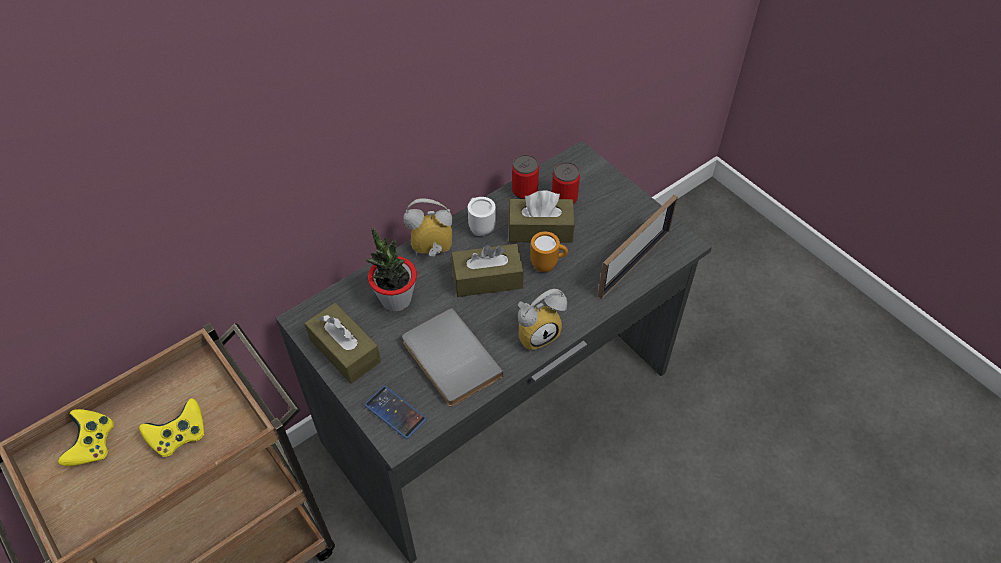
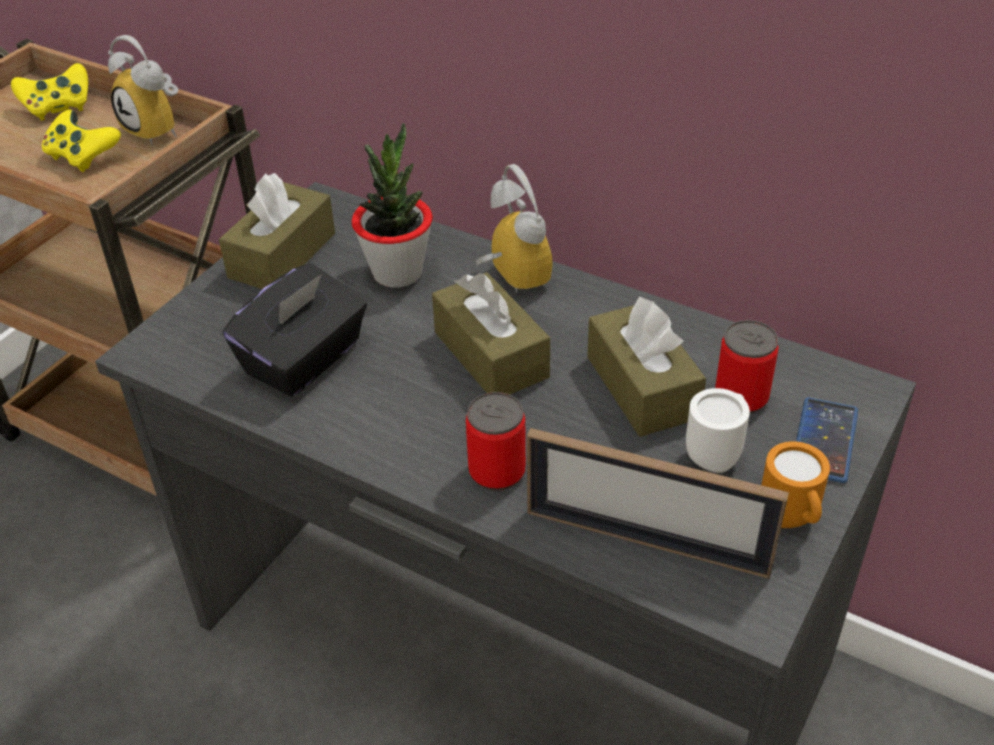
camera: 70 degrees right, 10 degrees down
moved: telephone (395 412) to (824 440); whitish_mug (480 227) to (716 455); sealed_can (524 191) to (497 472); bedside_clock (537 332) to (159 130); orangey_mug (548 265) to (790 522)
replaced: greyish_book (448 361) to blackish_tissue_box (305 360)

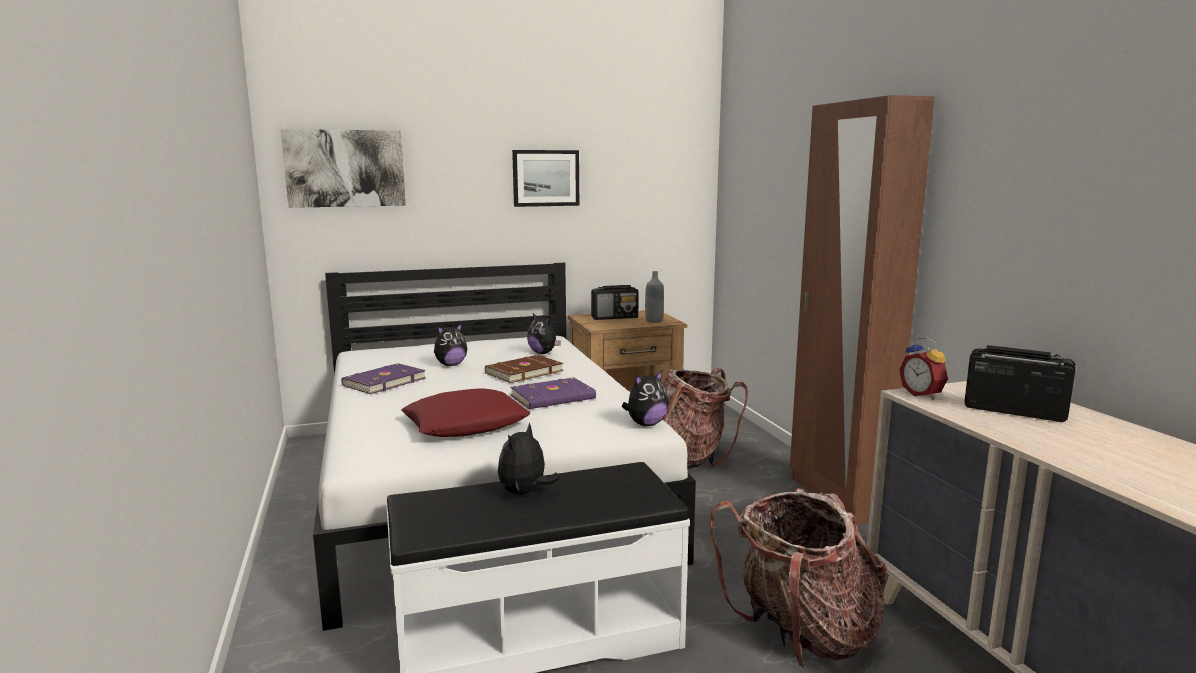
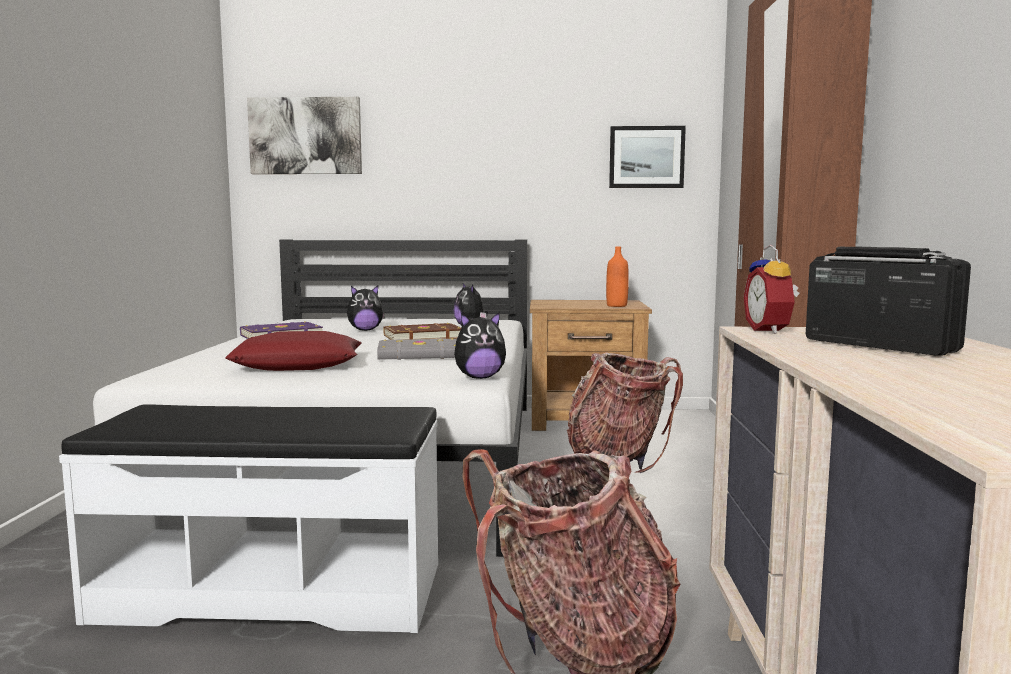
camera: 20 degrees right, 5 degrees down
removed: plush_toy (525 493); radio_set (615 317)
moved: wall_picture (546 178) to (646 157)
recoloured: purple-coloured_book (554 398) to greyish_book (420 354); greyish_beverage_bottle (654 321) to orangey_beverage_bottle (616 306)

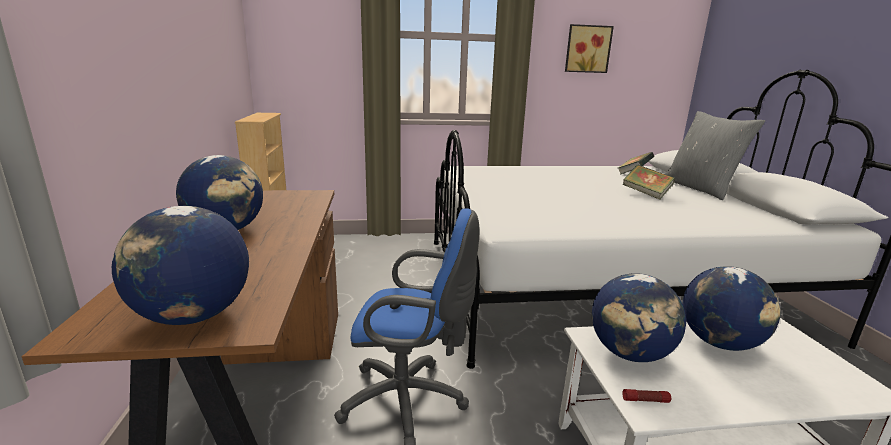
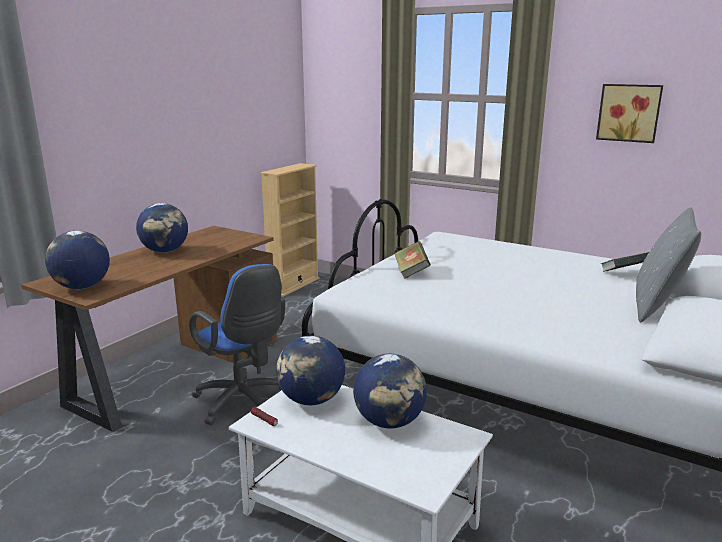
camera: 40 degrees right, 0 degrees up
moved: book (646 194) to (411 272)

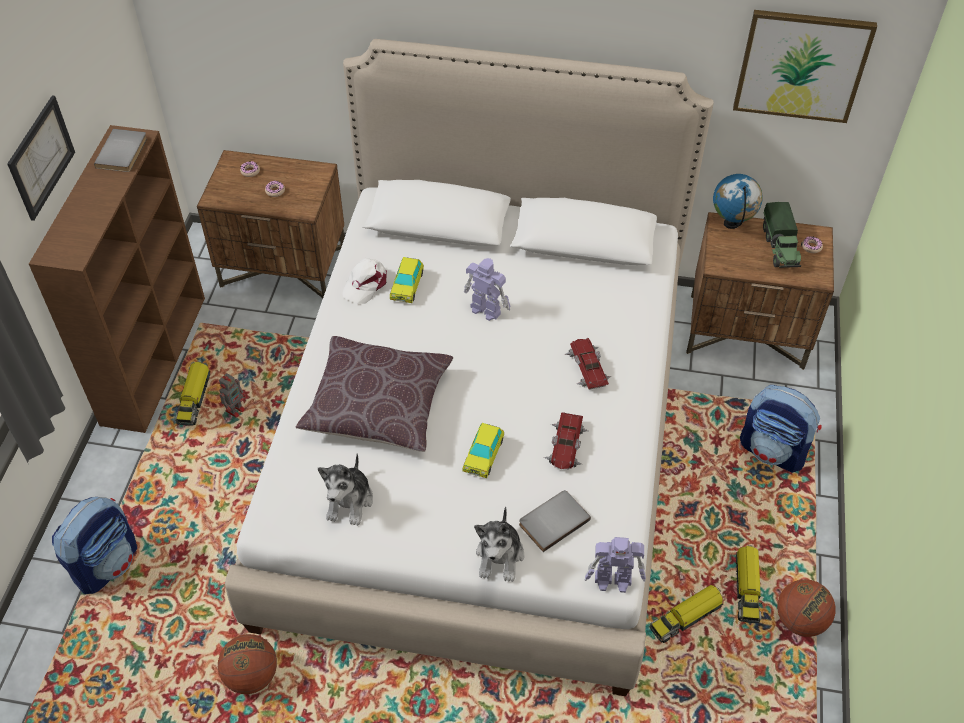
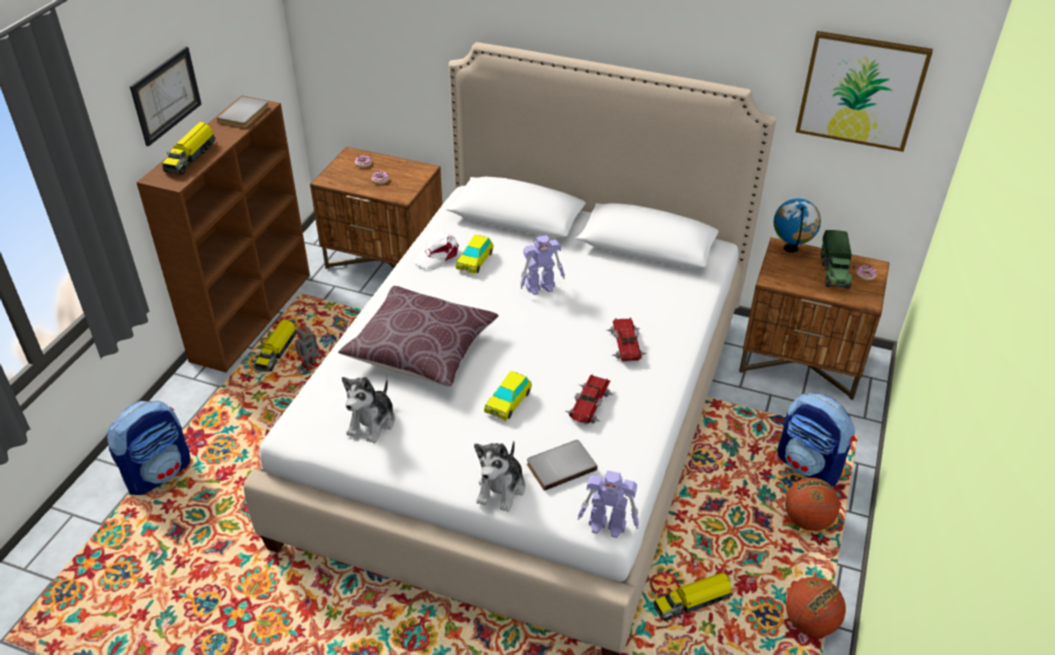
camera: 10 degrees right, 10 degrees down
moved: basketball_ball (251 676) to (807 520); toy_truck (746 588) to (191 156)
turned: toy_robot (485 309) = (541 287) 120 degrees clockwise

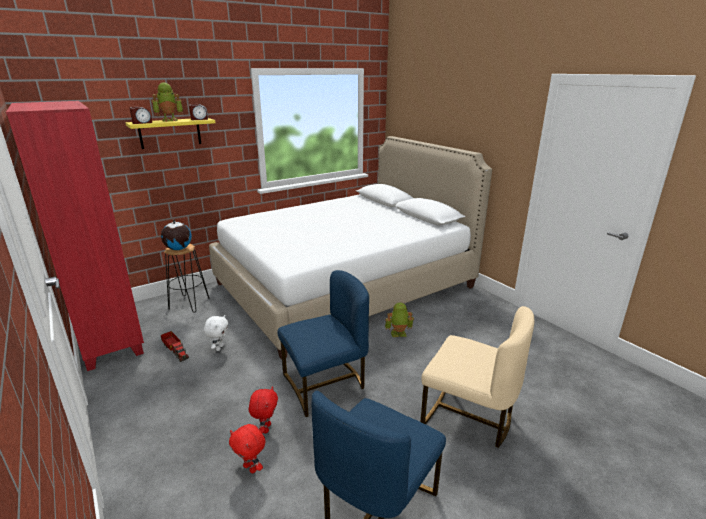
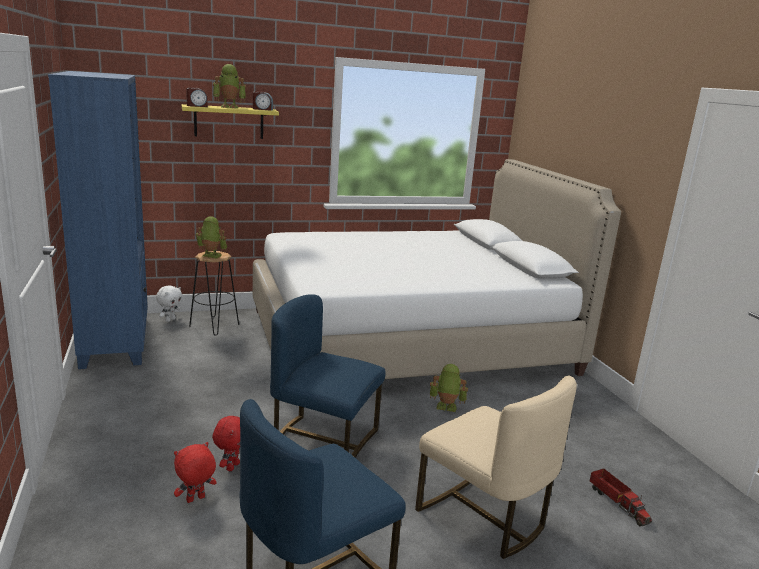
camera: 15 degrees right, 5 degrees down
moved: toy_truck (175 350) to (617 503); whitish_plush_toy (219 348) to (170 320)
replaced: globe (178 249) to toy_robot (211 256)
recoloured: red-coloured_shelving_unit (110 337) to bluish_shelving_unit (116 341)
turned: red-coloured_plush_toy (251 468) = (195 500) 90 degrees clockwise; bluish_upright_chair (325 384) = (324 440) 150 degrees counterclockwise

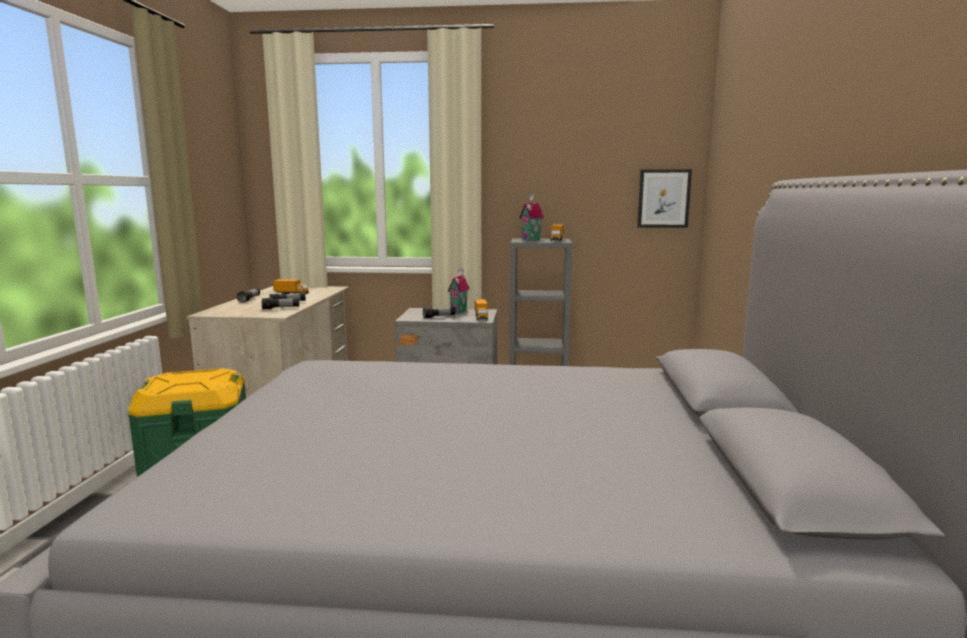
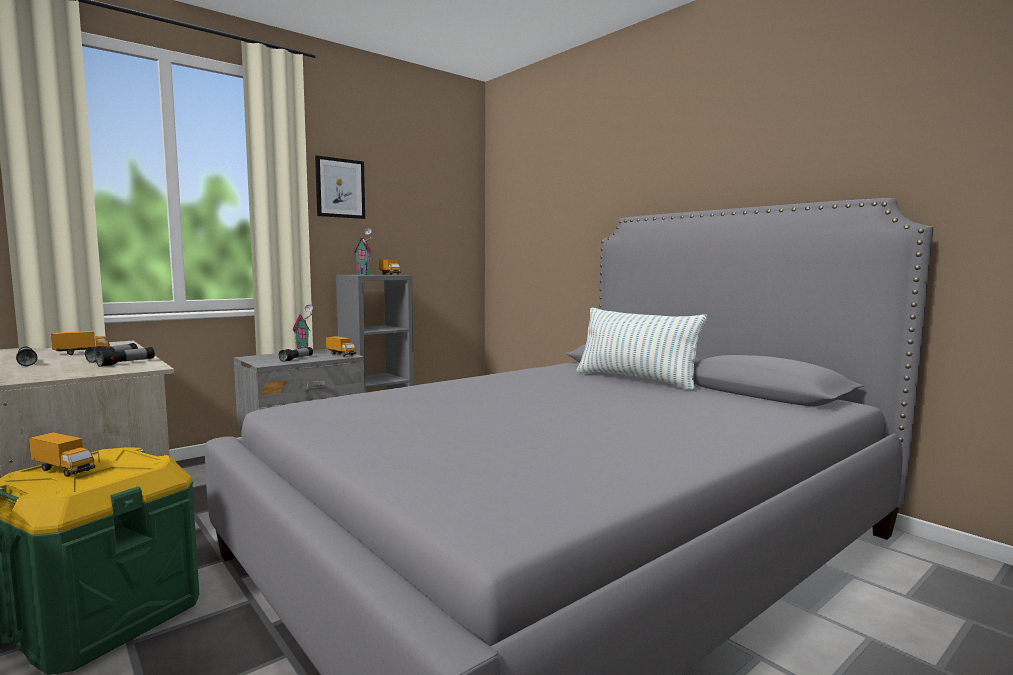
camera: 45 degrees left, 5 degrees down
added: toy_truck (63 470); pillow (636 380)
moved: wall_picture (663 198) to (340 188)

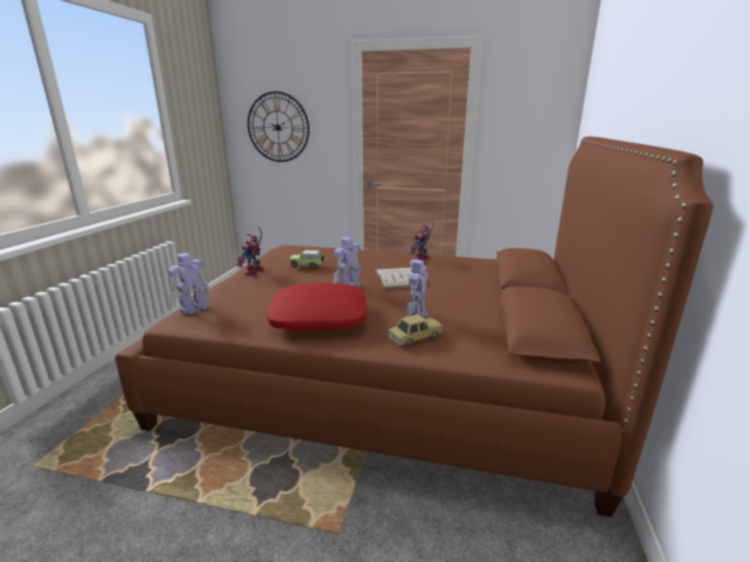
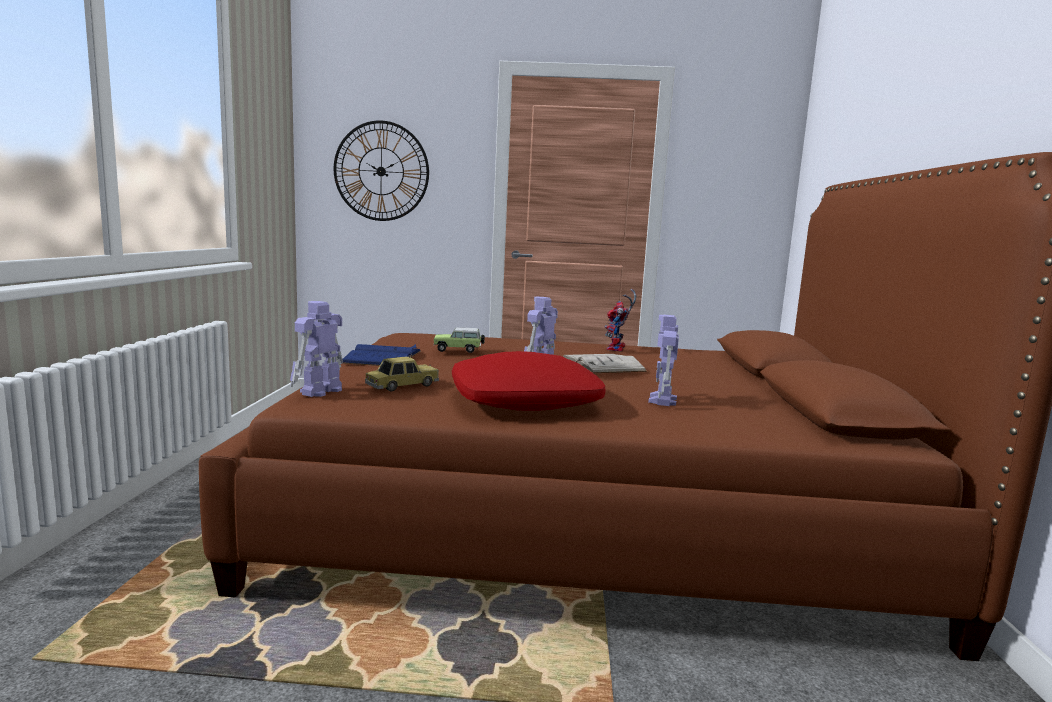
camera: 10 degrees left, 10 degrees down
moved: miniature_car (415 337) to (402 386)
replaced: toy_robot (254 273) to bluish_book (382 357)

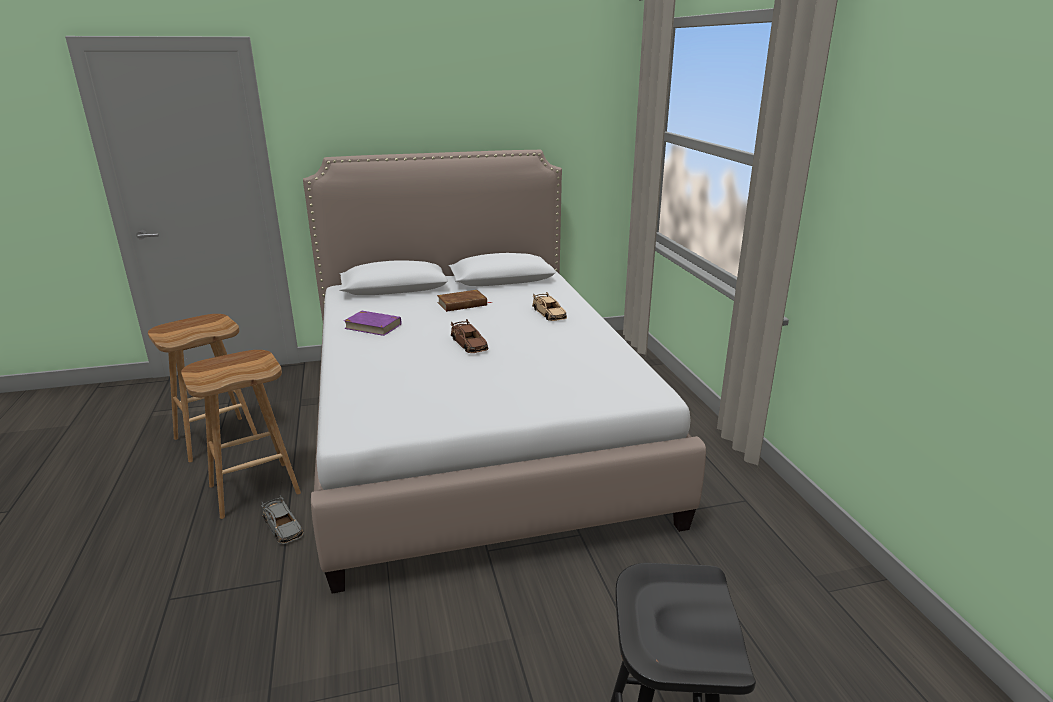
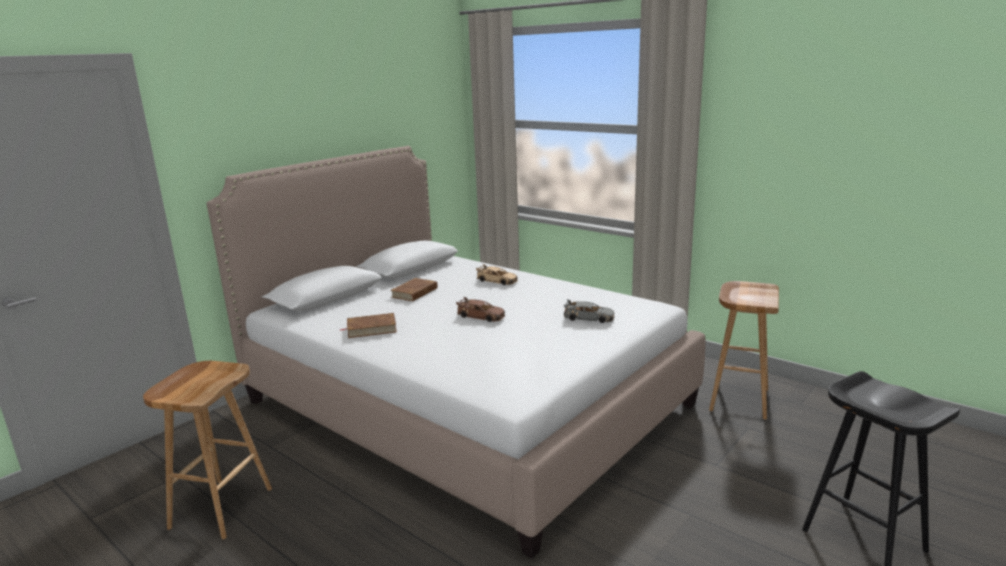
camera: 35 degrees left, 5 degrees down
moved: brownish_stool (255 488) to (738 399); greyish_miniature_car (283 527) to (588 318)
recoloured: purple-coloured_book (373 326) to brownish_book (371 329)

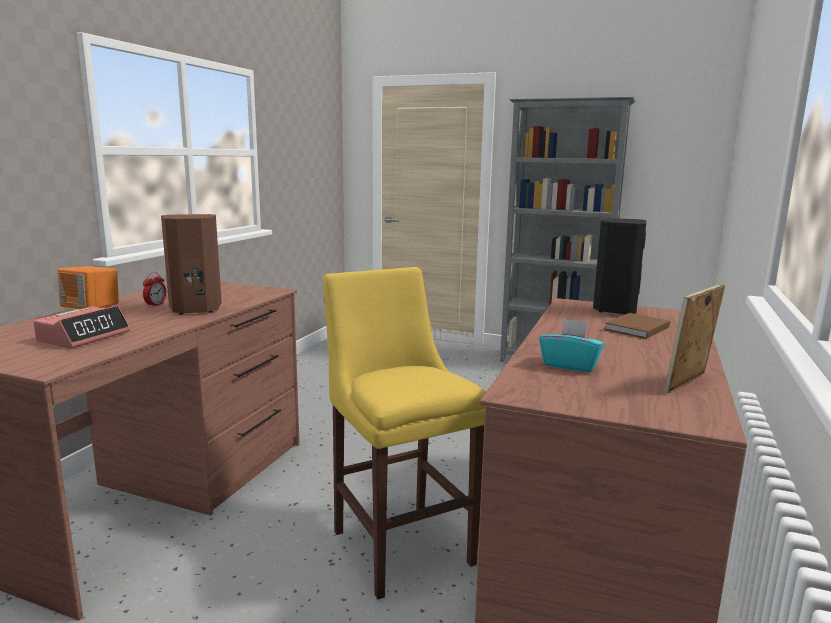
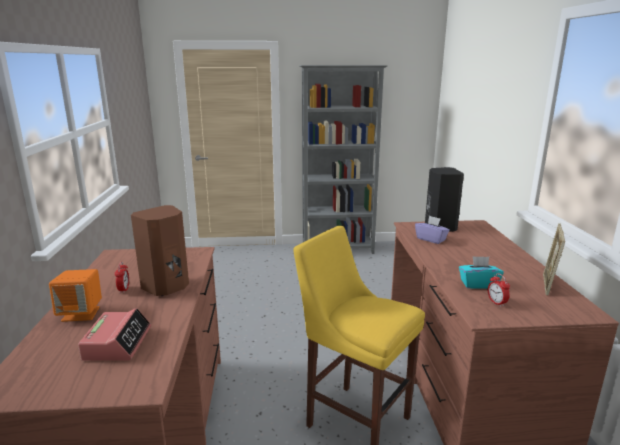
camera: 25 degrees left, 5 degrees up
removed: brownish_book (635 328)
added: purple-coloured_tissue_box (431 239); bedside_clock (496 303)

